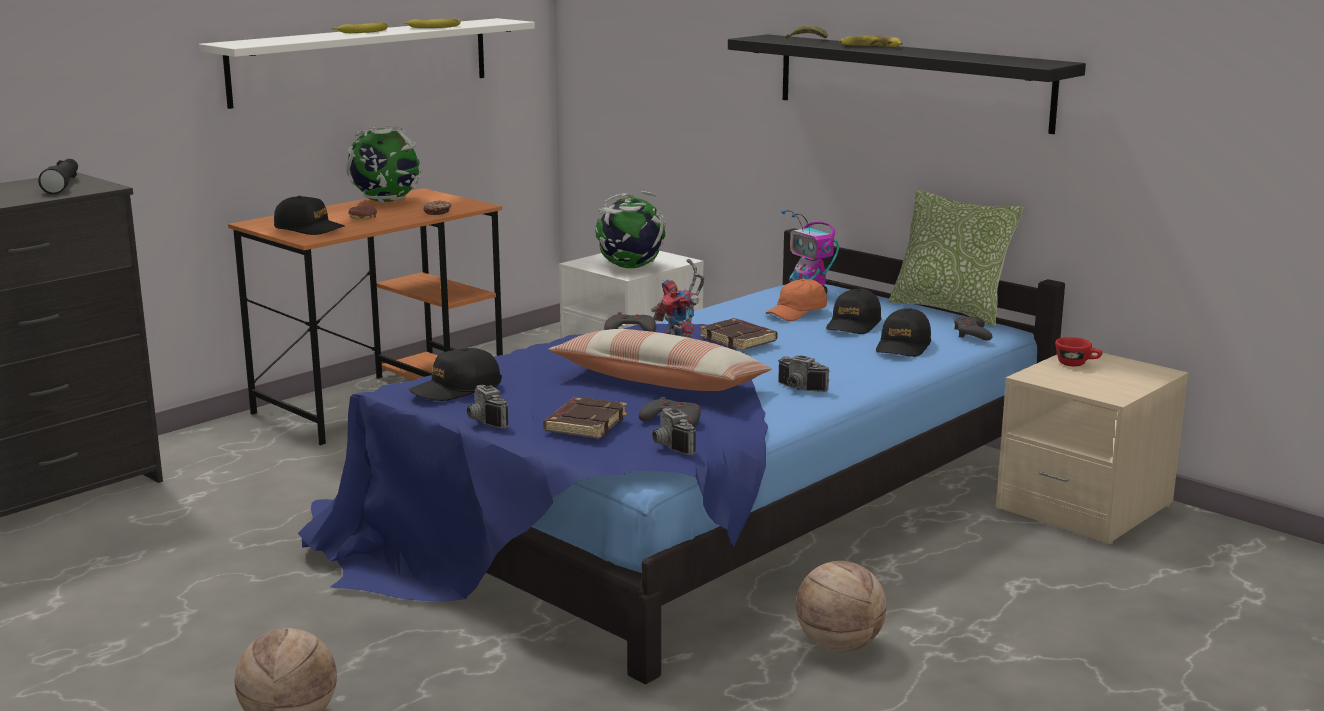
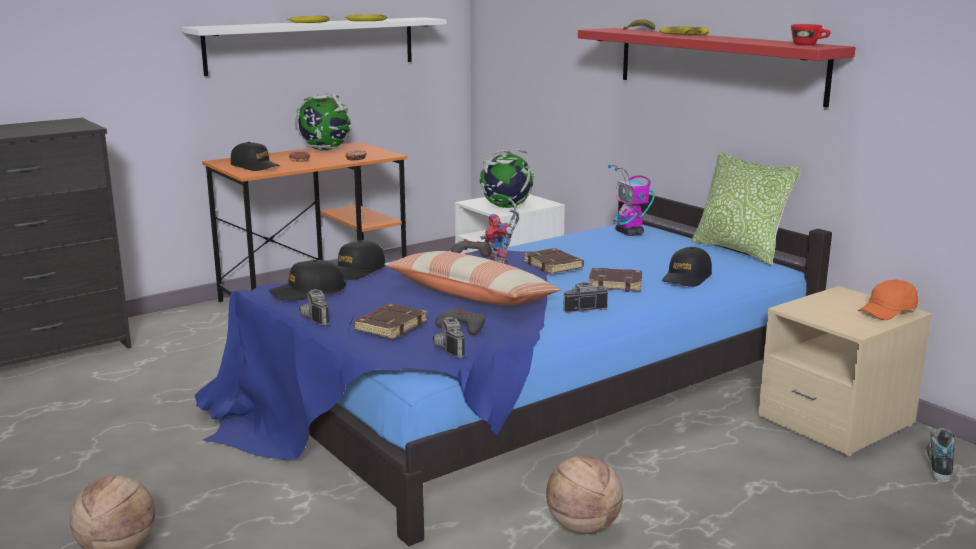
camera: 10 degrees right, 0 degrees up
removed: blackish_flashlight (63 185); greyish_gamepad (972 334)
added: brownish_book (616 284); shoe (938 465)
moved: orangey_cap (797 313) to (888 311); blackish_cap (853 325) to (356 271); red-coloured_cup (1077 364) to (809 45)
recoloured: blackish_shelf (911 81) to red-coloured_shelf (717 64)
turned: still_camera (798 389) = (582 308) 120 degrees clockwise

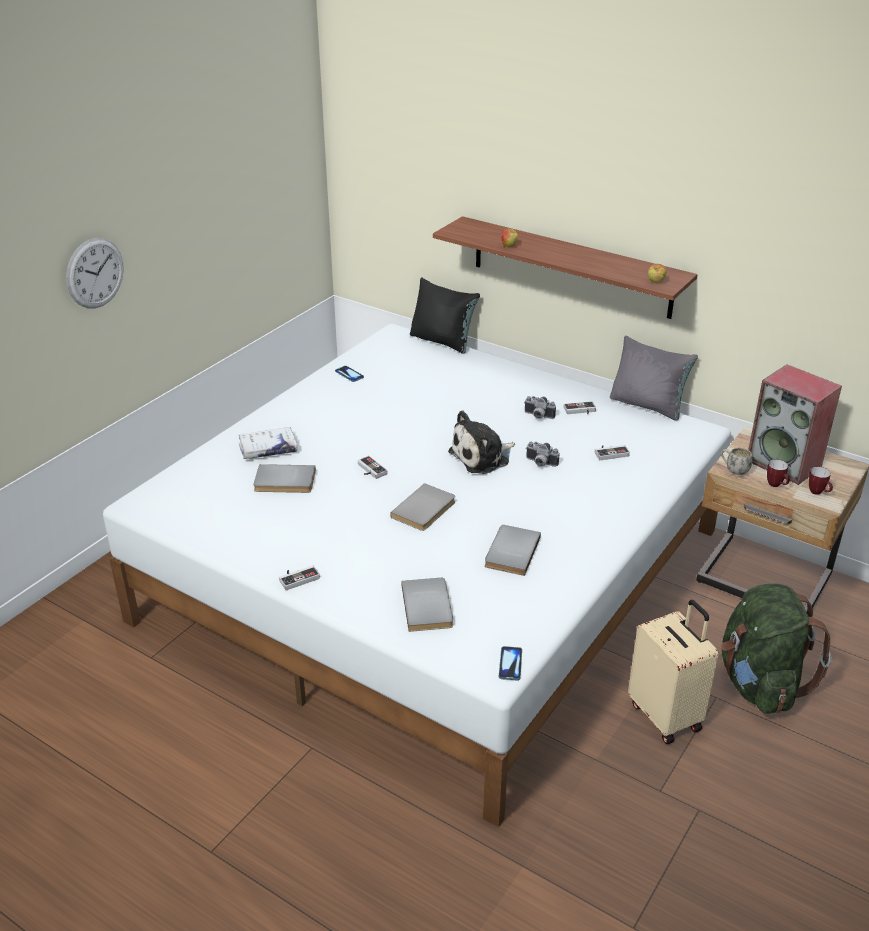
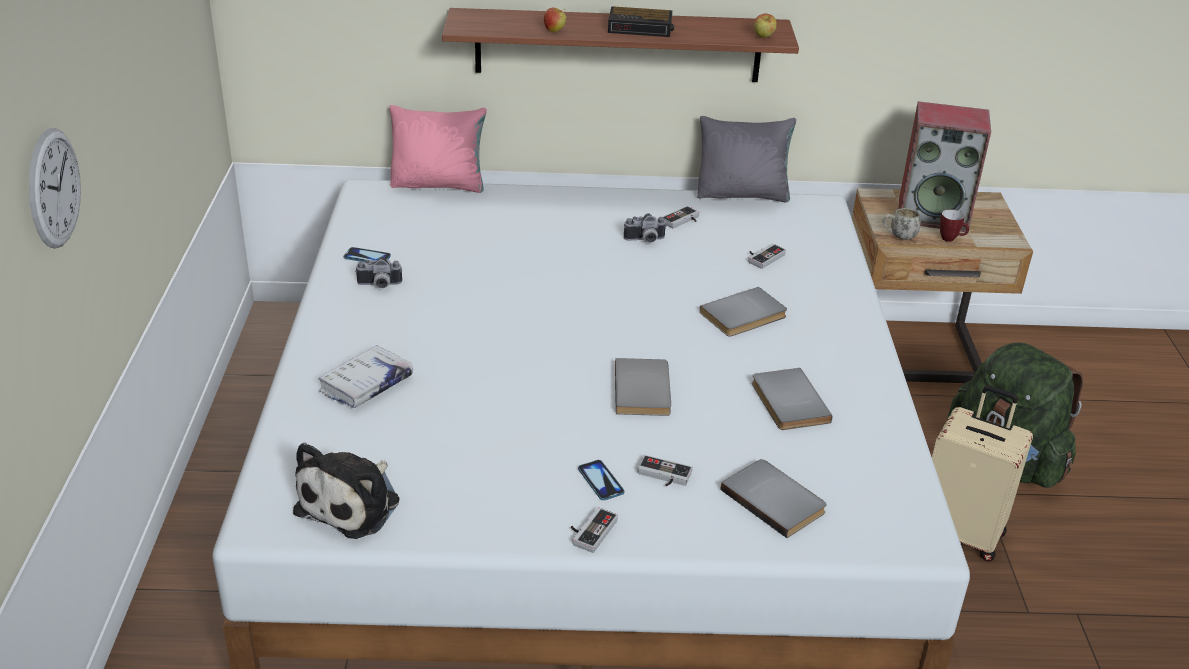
camera: 35 degrees left, 0 degrees up
removed: mug (818 493)
added: bedside_clock (641 28)
moved: greyish_book (284 482) to (745 316); gamepad (369 470) to (663 476); plush_toy (482 457) to (352 503); telephone (510 664) to (600 481); still_camera (540 463) to (379 285)
recoloured: blackish_pillow (442 341) to pink-coloured_pillow (439 184)

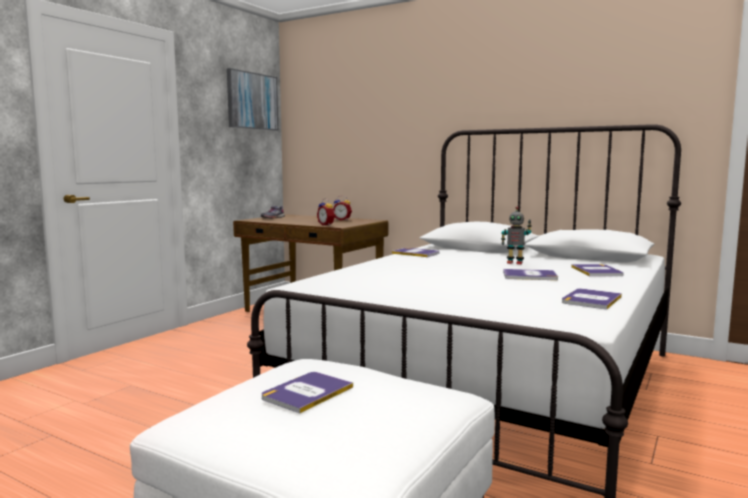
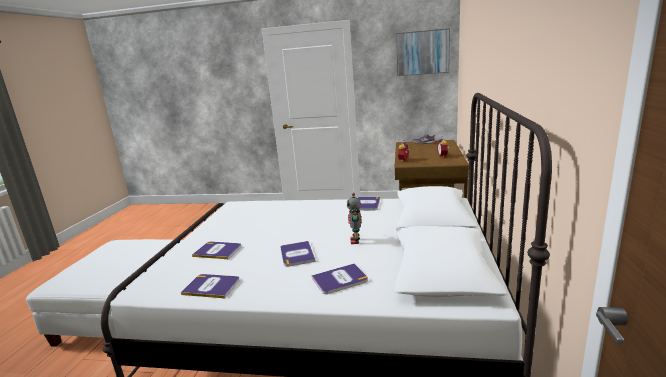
camera: 70 degrees right, 10 degrees up
moved: book (307 393) to (218 251)

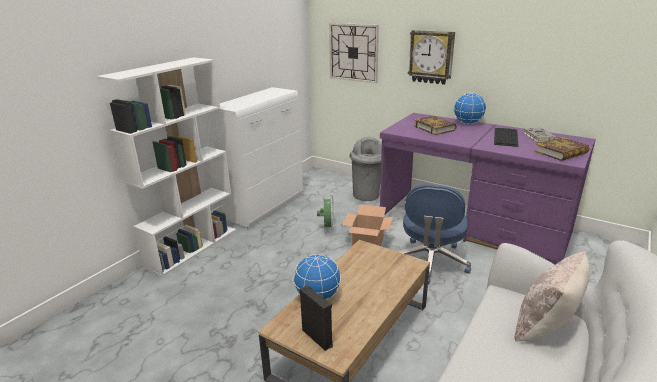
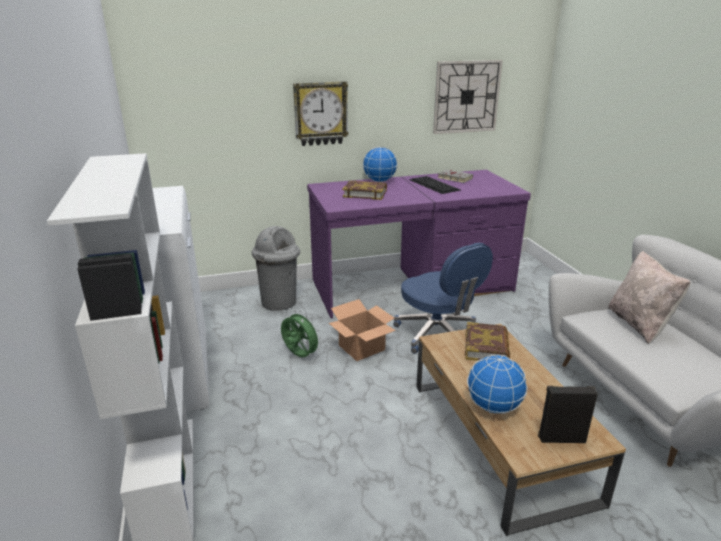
camera: 50 degrees left, 0 degrees up
moved: wall_clock (353 52) to (466 97); book (561 152) to (487 346)

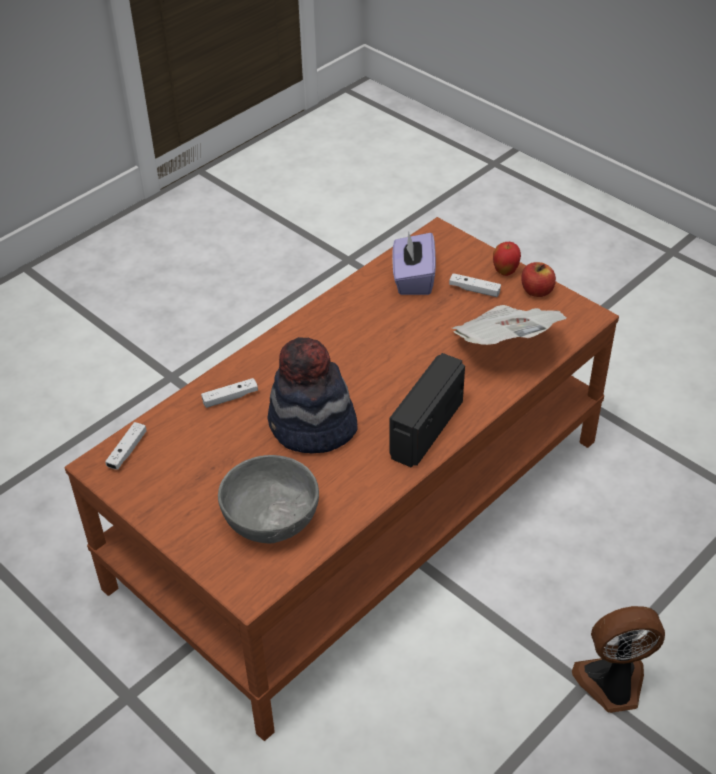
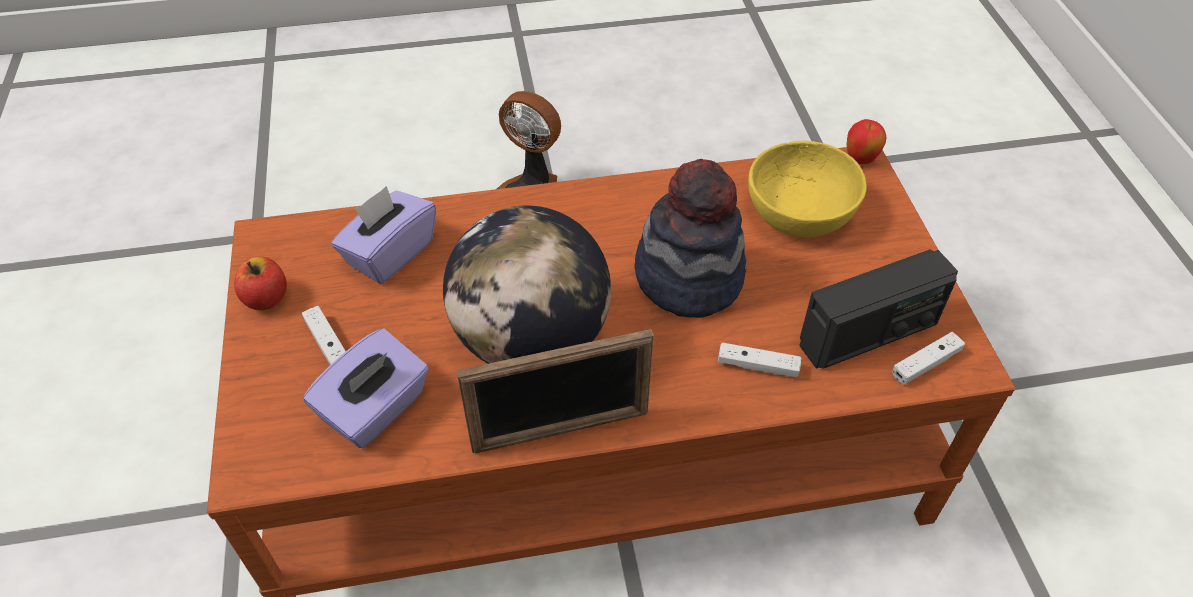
camera: 145 degrees left, 5 degrees up
added: globe (531 340); photo_frame (560 431)
moved: radio_set (425 429) to (868 334); whole_apple (505 272) to (860 160)
replaced: printed_paper (505 345) to purple-coloured_tissue_box (390 253)
recoloured: greyish_deep_dish (270 516) to yellow_deep_dish (800 212)

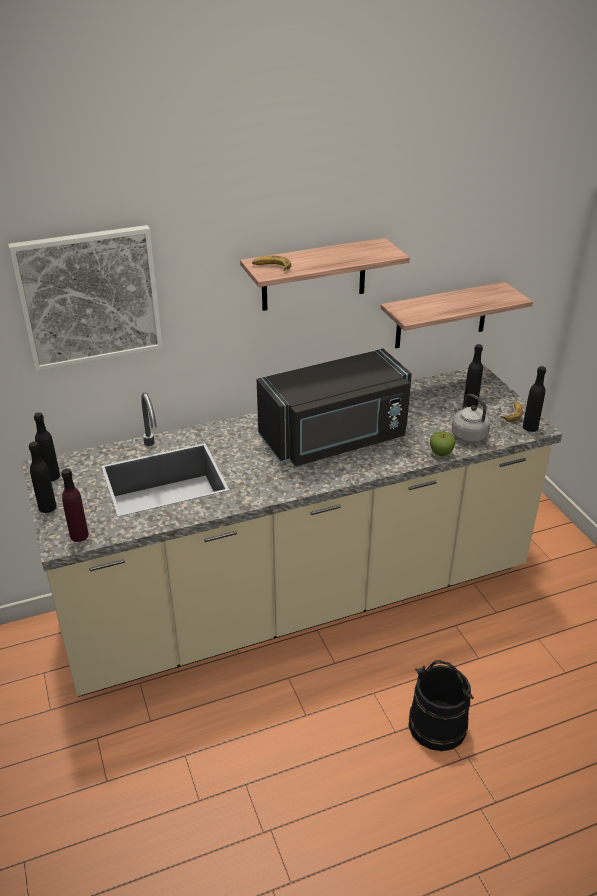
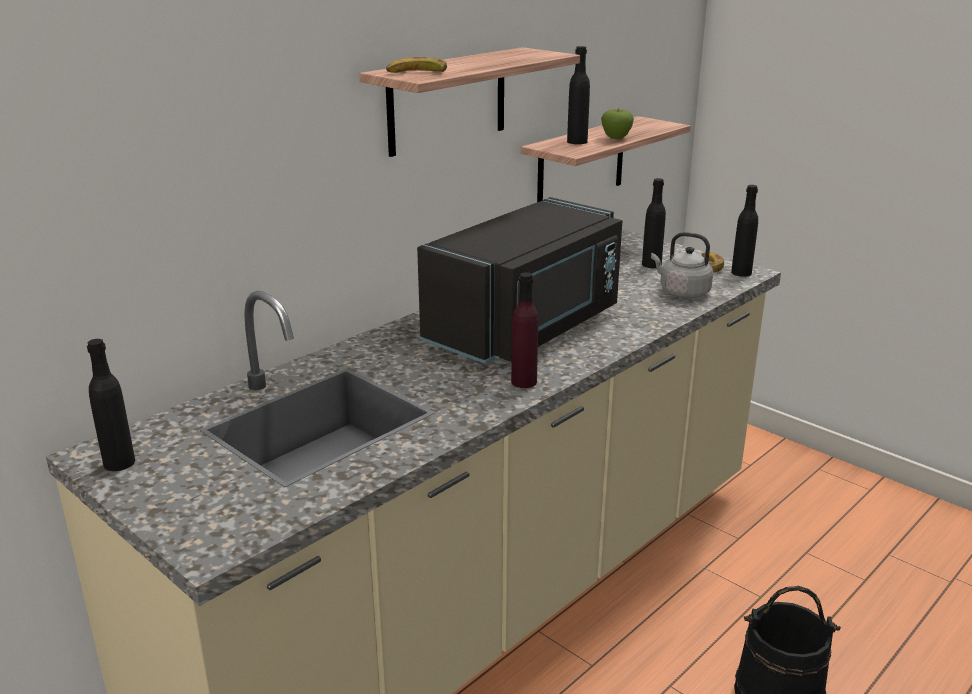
camera: 25 degrees left, 10 degrees down
removed: wall_picture (89 297)
moved: blackish_beverage_bottle (47 507) to (577 141); purple-coloured_beverage_bottle (79 535) to (524 382); whole_apple (441 453) to (616 138)

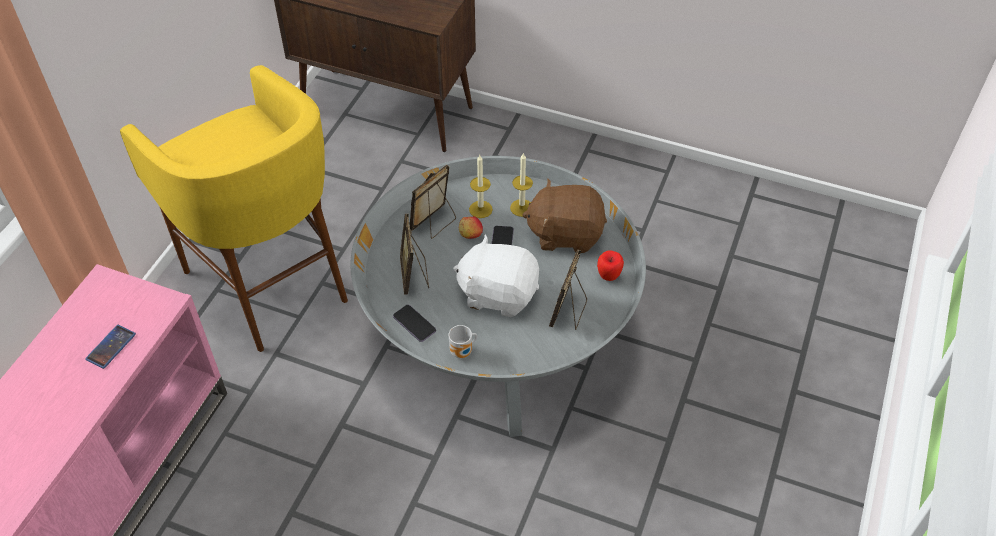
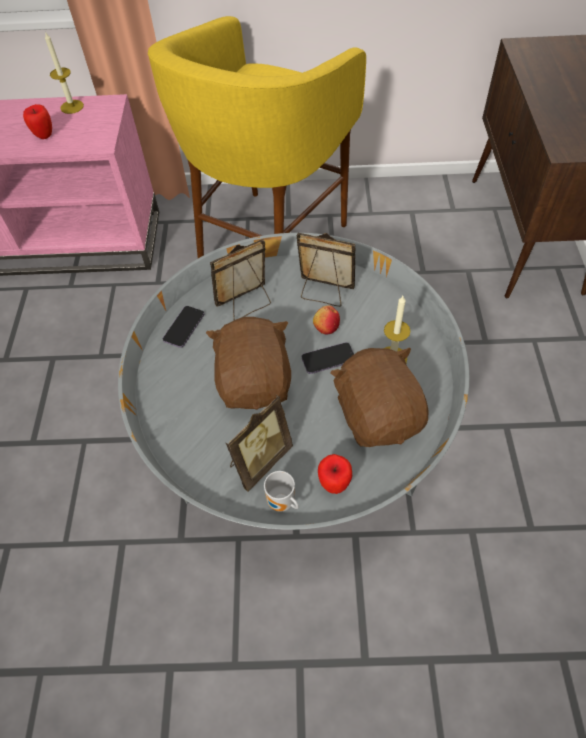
camera: 70 degrees right, 5 degrees up
moved: mug (463 352) to (282 503); wax_light (480 209) to (72 107)
replaced: telephone (111 347) to whole_apple (44 135)
recoloured: whitish_plush_toy (498 293) to brownish_plush_toy (255 382)
turned: photo_frame (569 312) = (259 460) 135 degrees clockwise

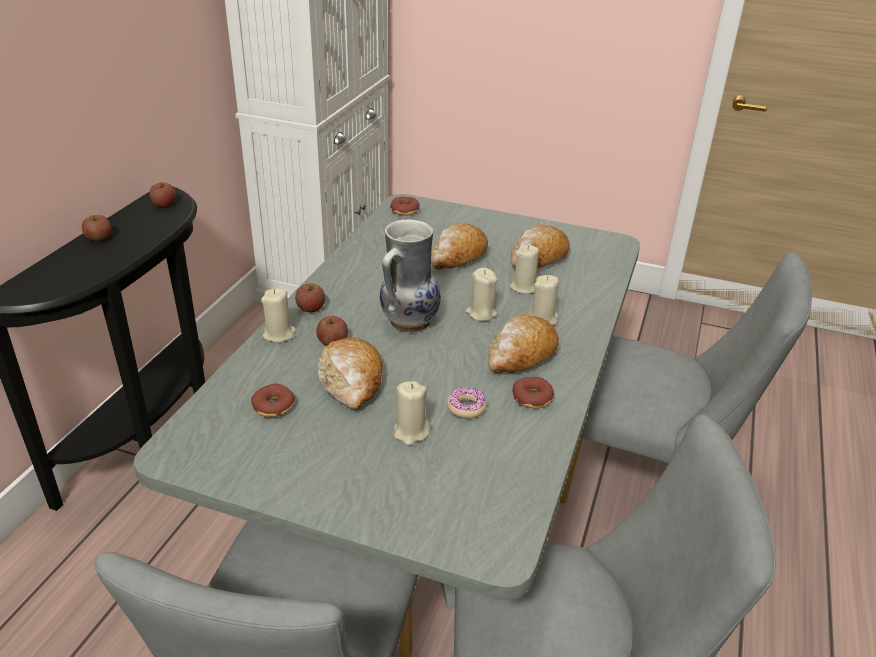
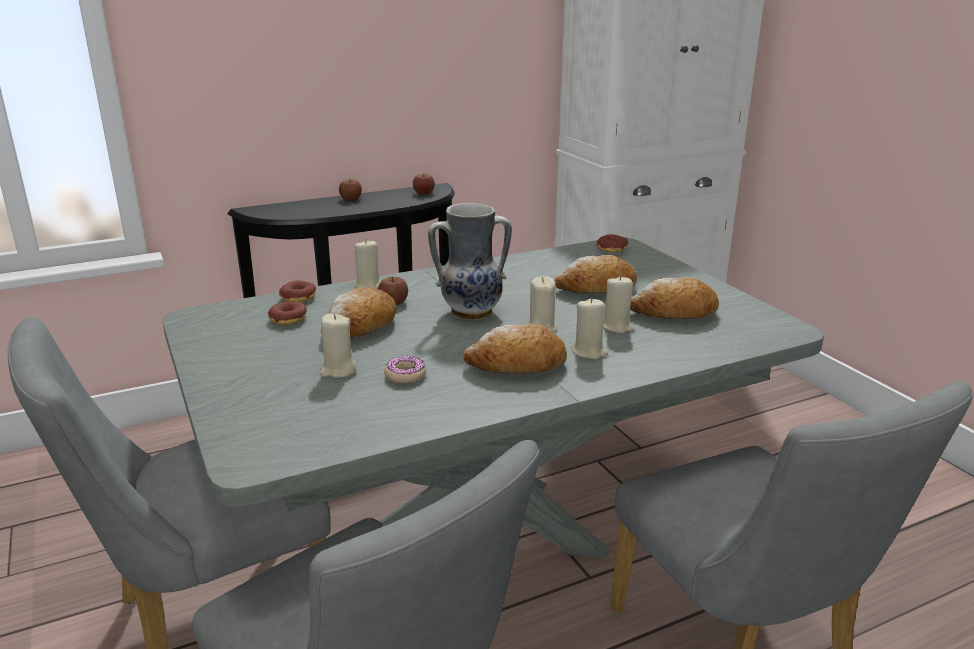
camera: 45 degrees right, 10 degrees down
removed: whole_apple (311 308)
moved: doughnut (532 398) to (298 297)

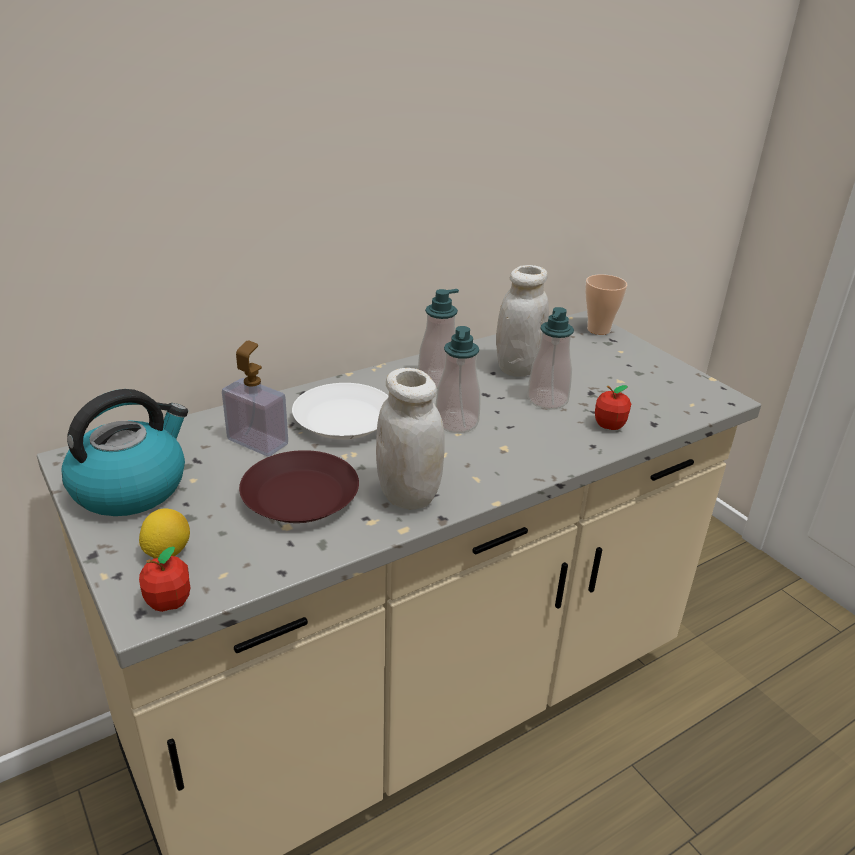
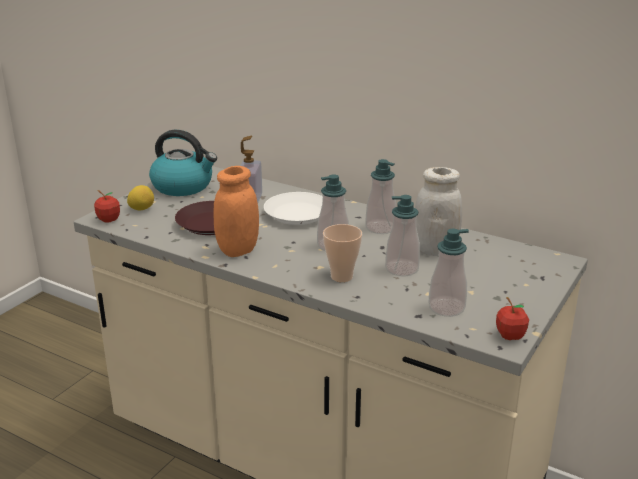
camera: 65 degrees right, 5 degrees down
added: soap_bottle (446 308)
moved: cup (598 330) to (341 276); whole_apple (609 425) to (510 336)
recoloured: whitish_storage_jar (408 495) to orangey_storage_jar (238 250)

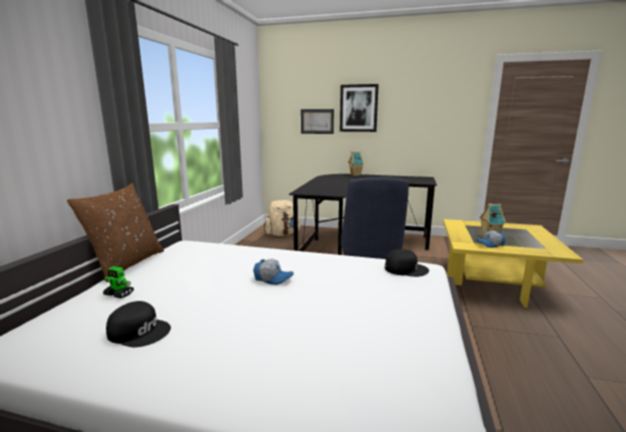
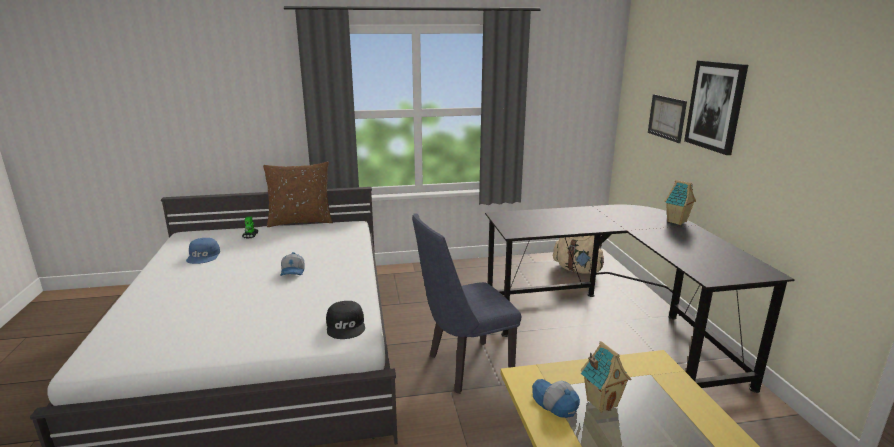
camera: 65 degrees right, 5 degrees up
recoloured: blackish_cap (139 331) to bluish_cap (204 256)

